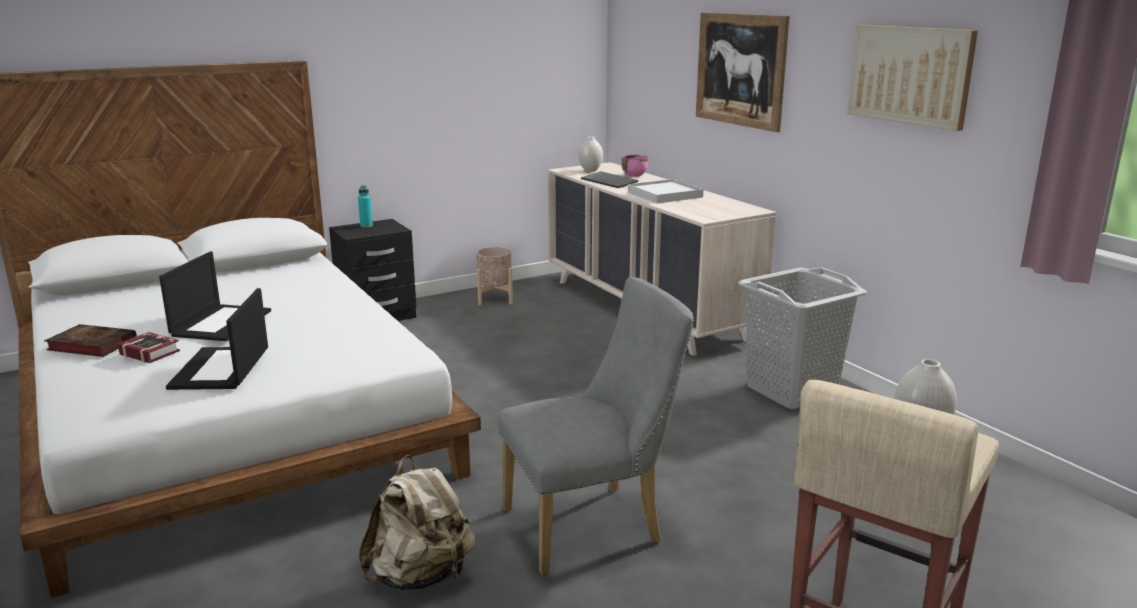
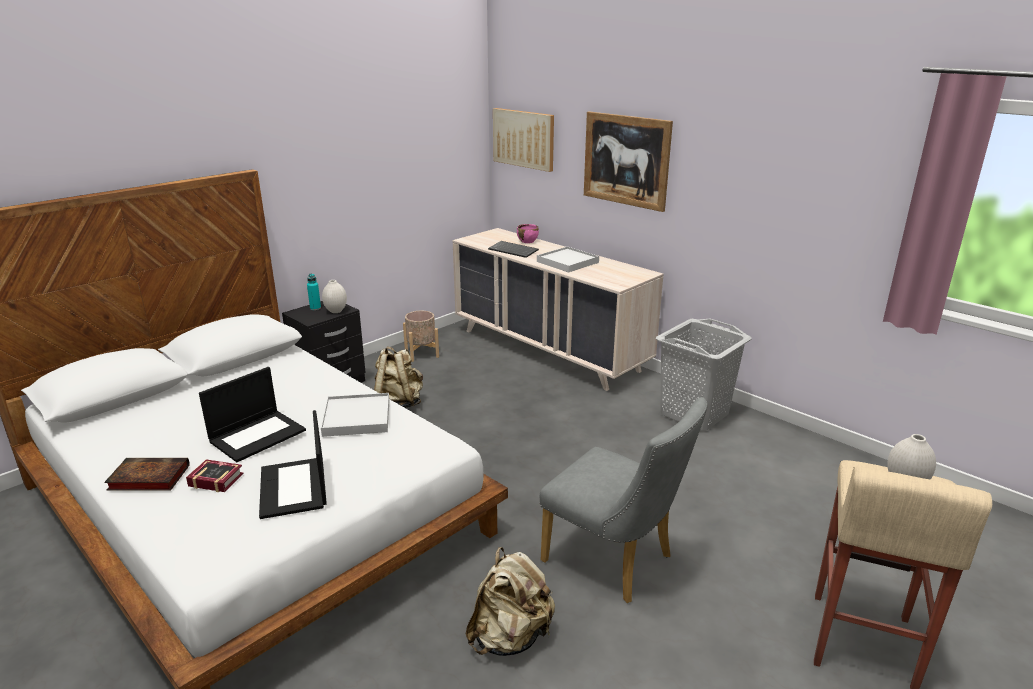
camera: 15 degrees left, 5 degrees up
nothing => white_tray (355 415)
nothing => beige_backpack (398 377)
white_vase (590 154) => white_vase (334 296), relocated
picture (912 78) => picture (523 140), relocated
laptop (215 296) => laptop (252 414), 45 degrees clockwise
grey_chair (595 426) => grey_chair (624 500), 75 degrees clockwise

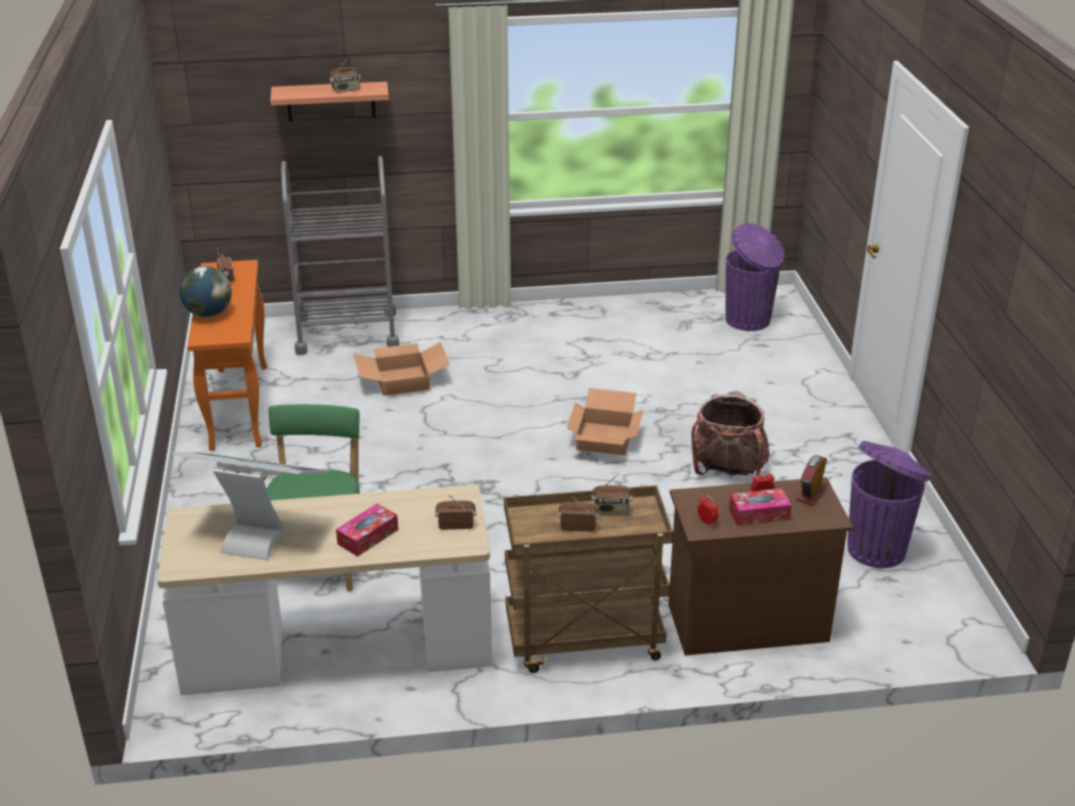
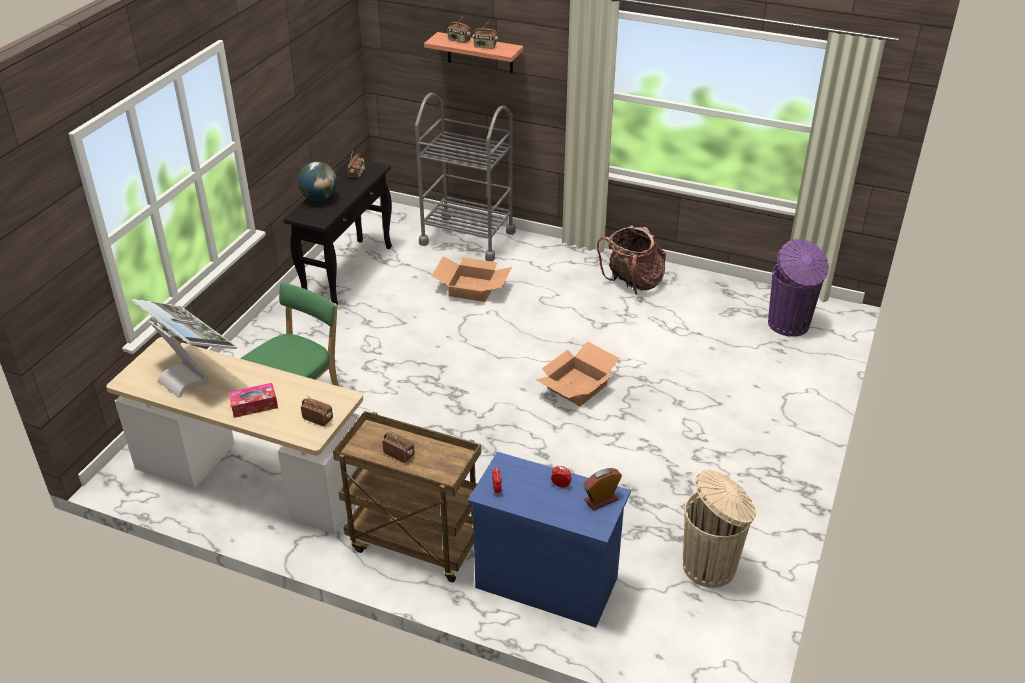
camera: 30 degrees right, 5 degrees up
tissue_box (760 507) => nothing
radio (612 494) => radio (459 29), relocated
backpack (730 434) => backpack (631 259), relocated
orange_console_table (227 355) => black_console_table (337 231)
brown_dresser (760 566) => blue_dresser (549 540)
purple_trash_can (889 504) => beige_trash_can (719 528)

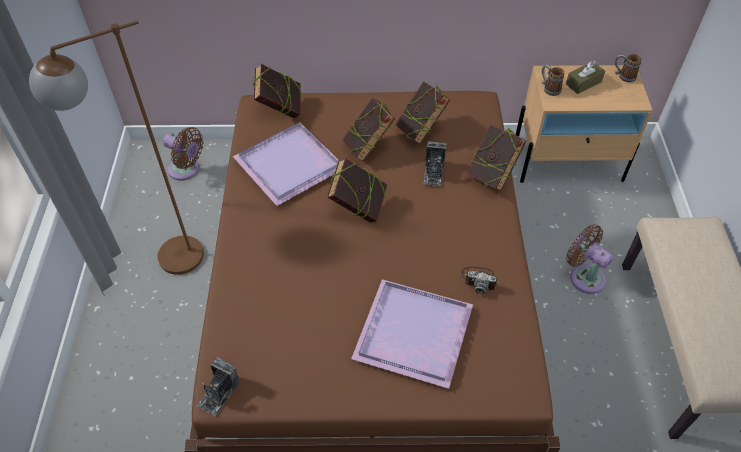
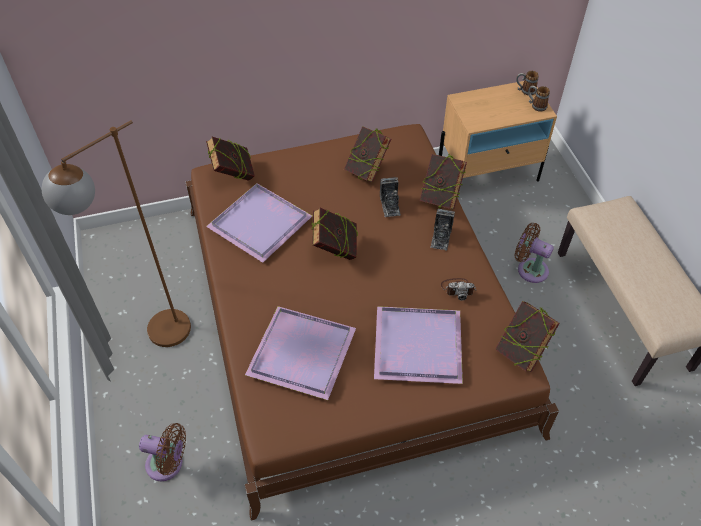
camera: 15 degrees left, 0 degrees up
brown_tissue_box (585 77) => nothing
nothing => purple_tray (300 353)
brown_fan (183 154) => brown_fan (162 452), relocated
photo_camera (218 386) => photo_camera (442 229), relocated
book (368 130) => book (527 336), relocated
mug (553 80) => mug (539 99), relocated

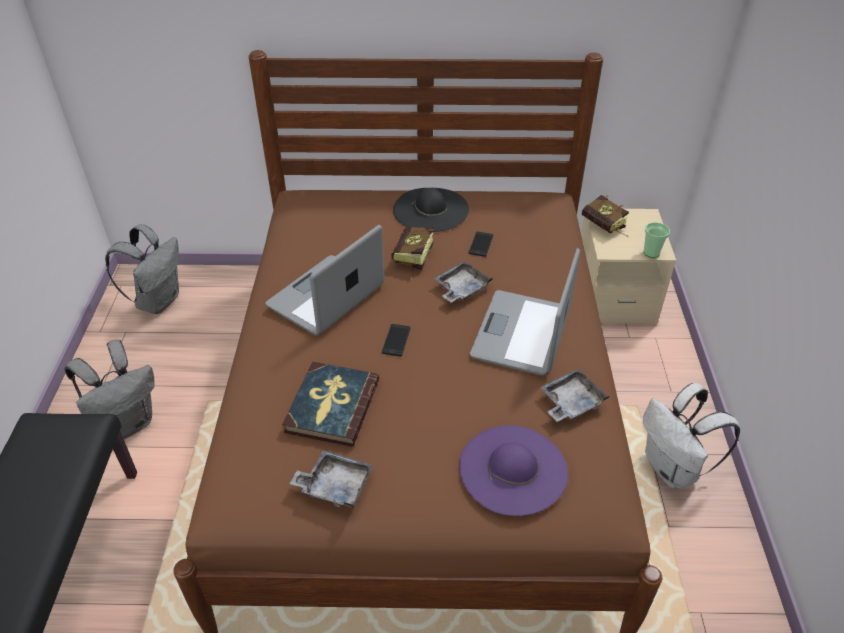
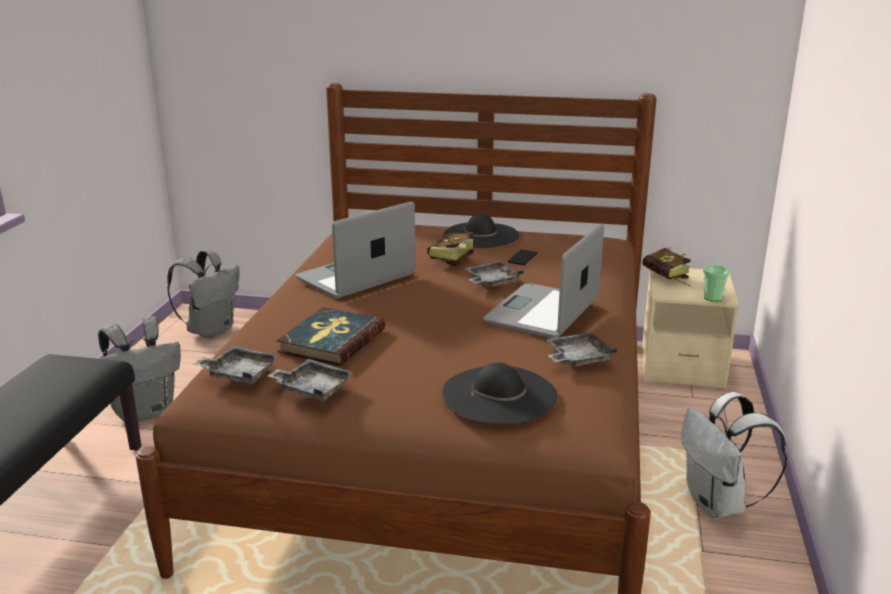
camera: 10 degrees right, 20 degrees down
phone (396 340) => nothing
nothing => grey_tray (236 365)
purple_hat (513 470) => black_hat (499 393)

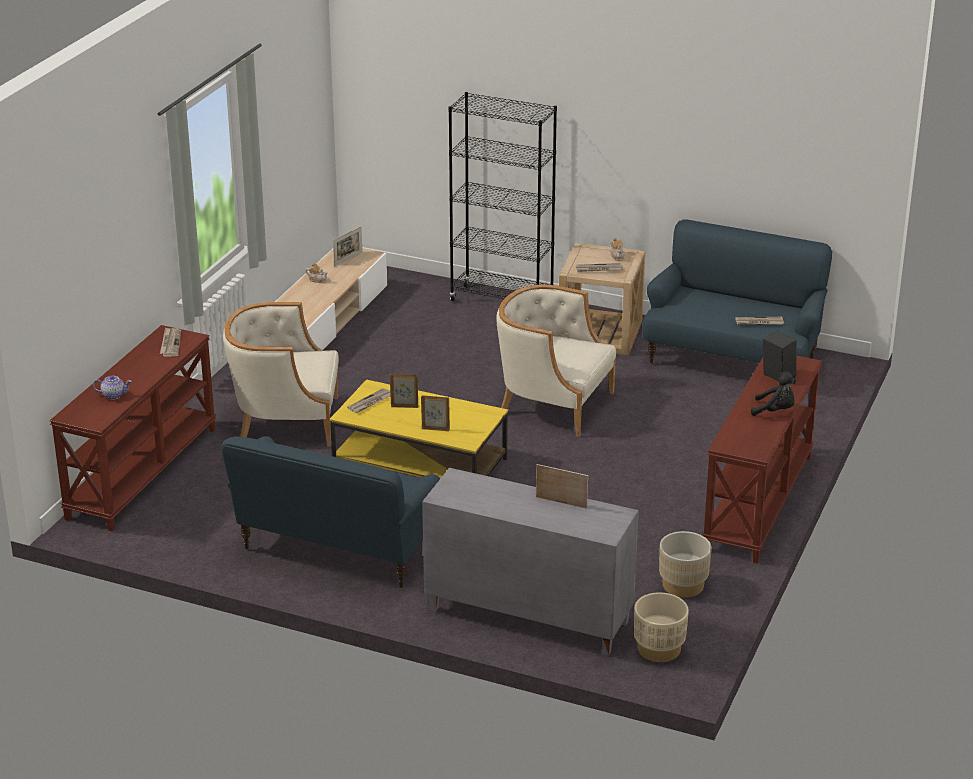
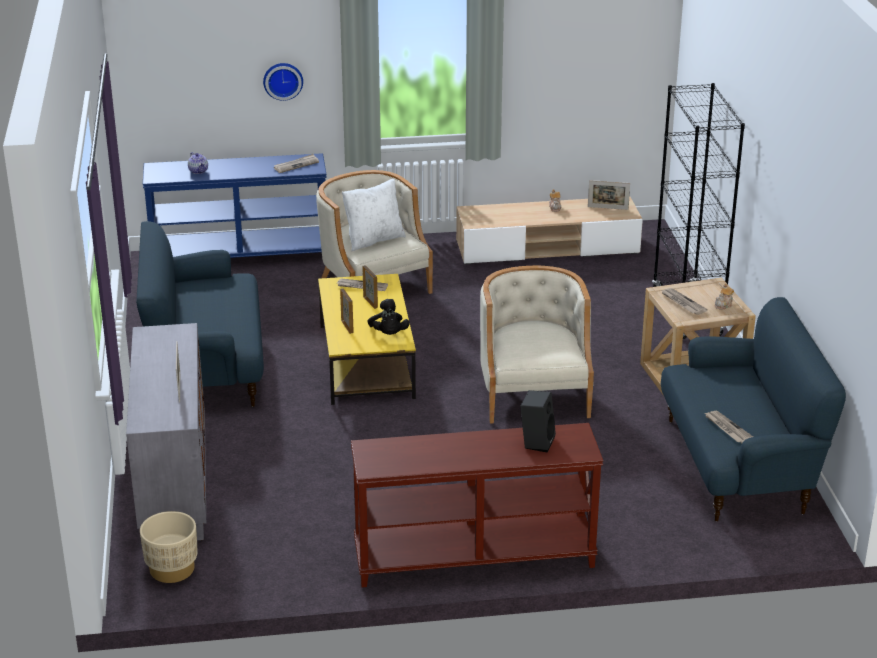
camera: 60 degrees right, 0 degrees up
beige_planter (685 564) => nothing
nothing => wall_clock (283 82)
nothing => white_pillow (374 215)
black_plush_toy (773 393) => black_plush_toy (388 317), relocated
brown_console_table (133 428) => blue_console_table (235 205)

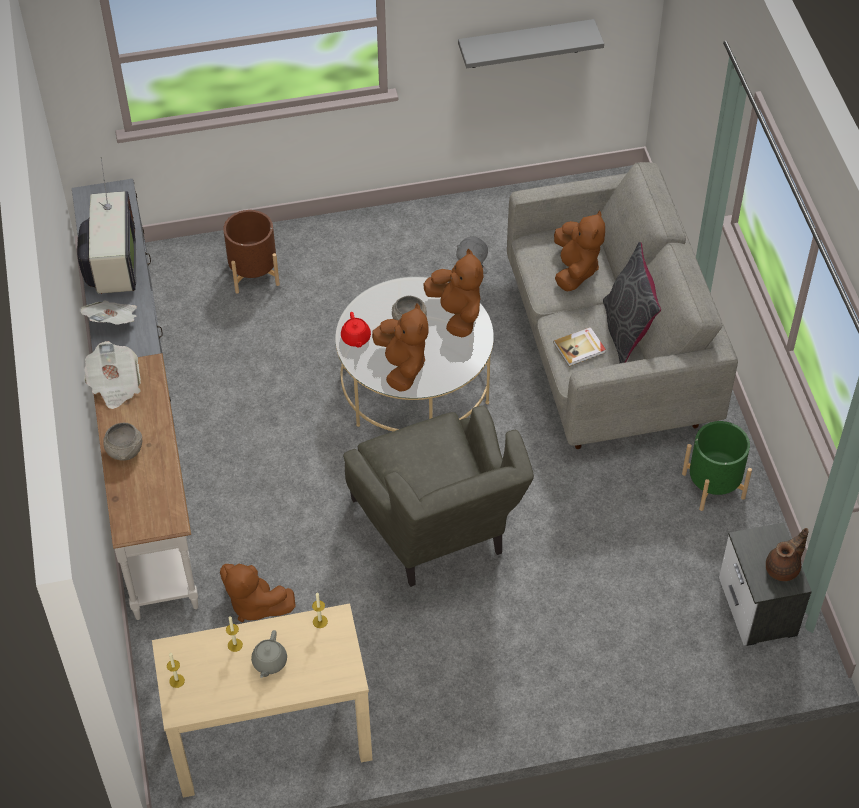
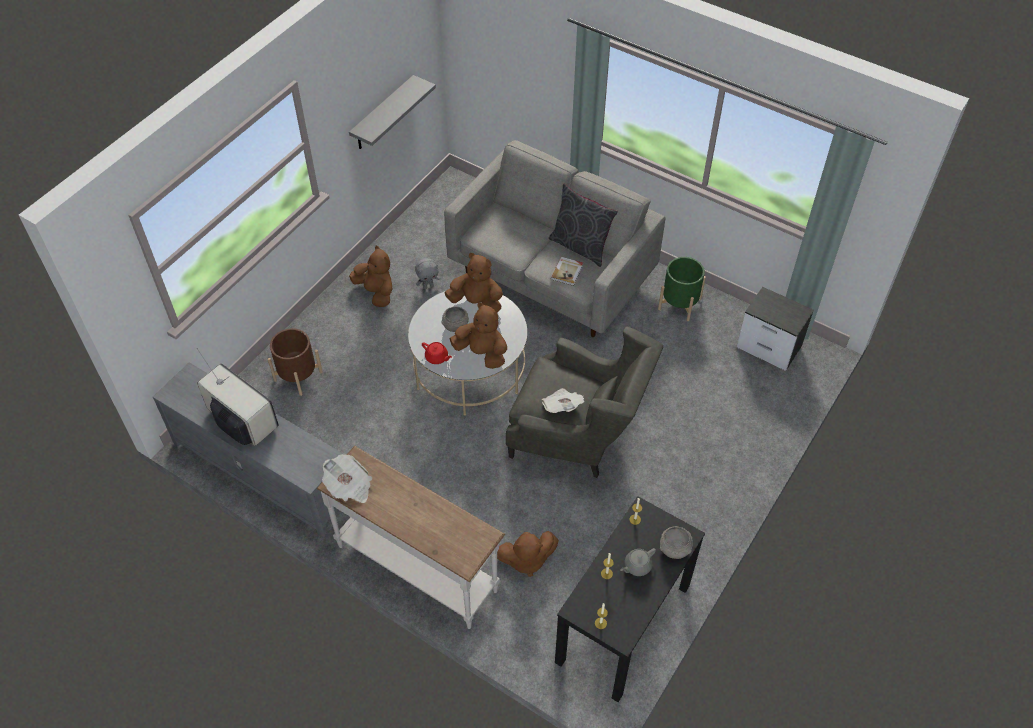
camera: 45 degrees left, 0 degrees up
brown_teapot (787 554) => nothing
newspaper (109 312) => newspaper (563 400), relocated
grey_bowl (122 441) => grey_bowl (676 542), relocated
brown_plush_toy (579 250) => brown_plush_toy (370 276), relocated
beige_console_table (262 700) => black_console_table (630 599)
grey_teapot (269 654) => grey_teapot (638 562), 90 degrees clockwise

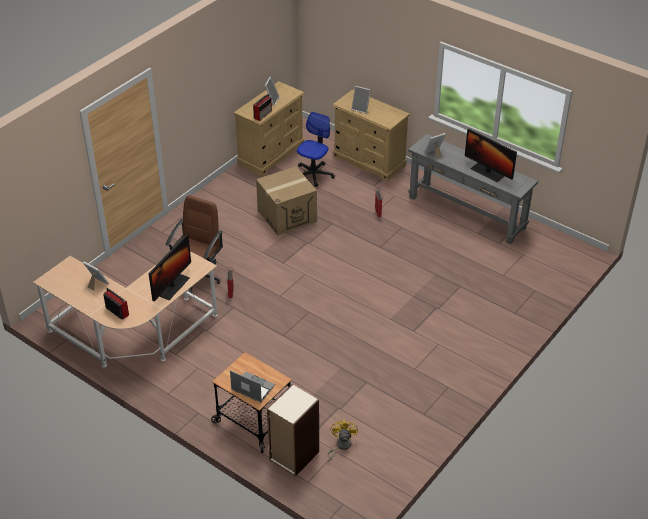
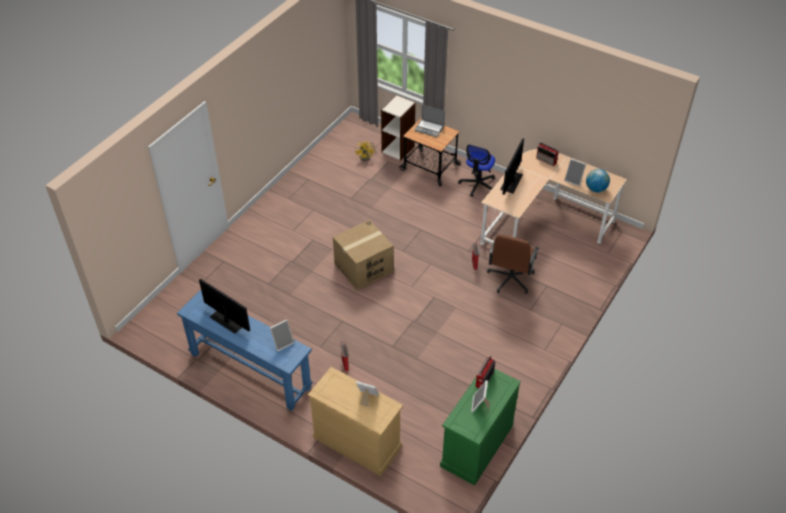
camera: 175 degrees right, 5 degrees up
nothing => globe (598 180)
cardboard_box (286 201) => cardboard_box (363 255), relocated
office_chair (316 149) => office_chair (476 170), relocated
beige_dresser (269 128) => green_dresser (480 427)
grey_console_table (473 189) => blue_console_table (244 350)

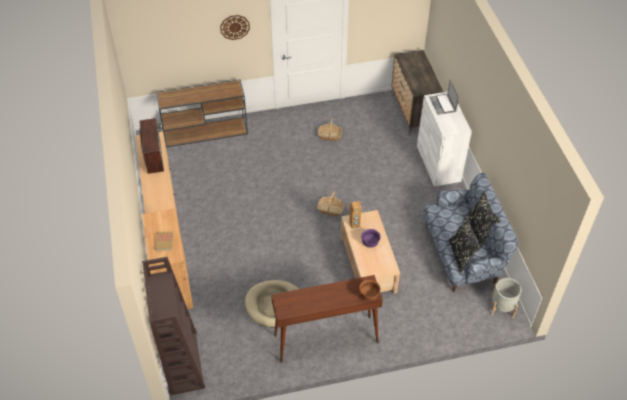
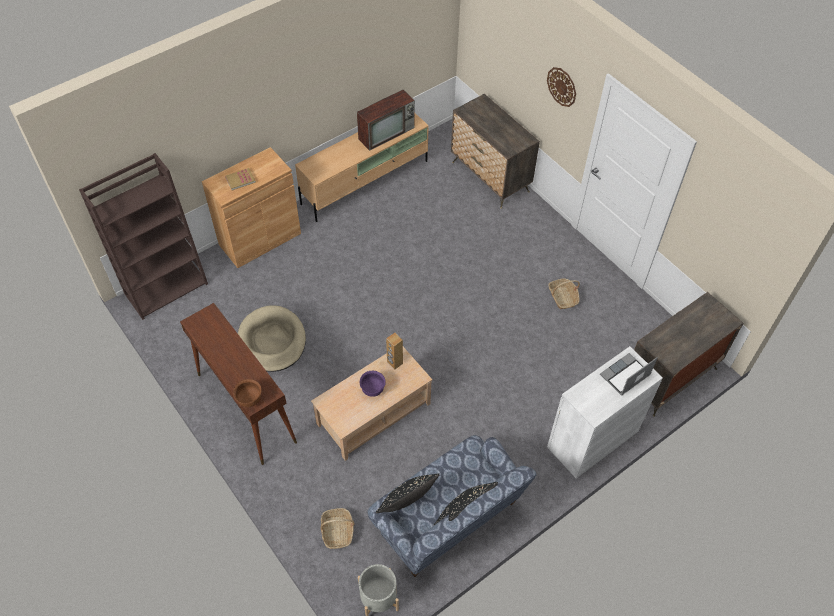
camera: 65 degrees right, 5 degrees up
basket (330 204) => basket (338 528), relocated
brown_console_table (202 113) => dresser (495 151)

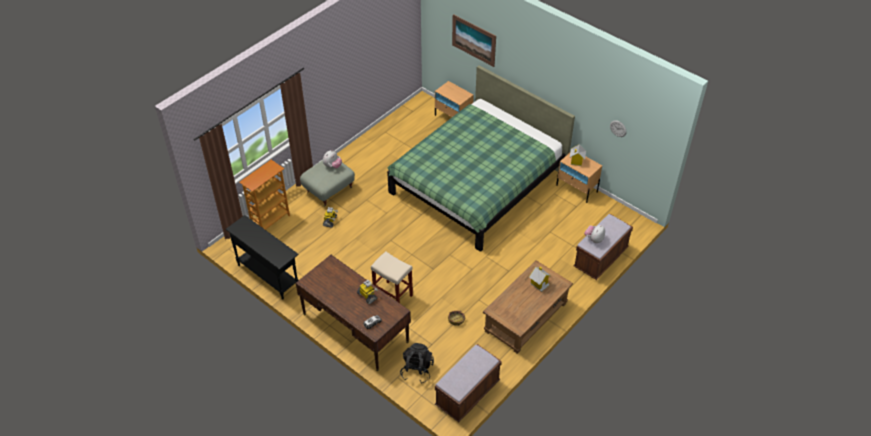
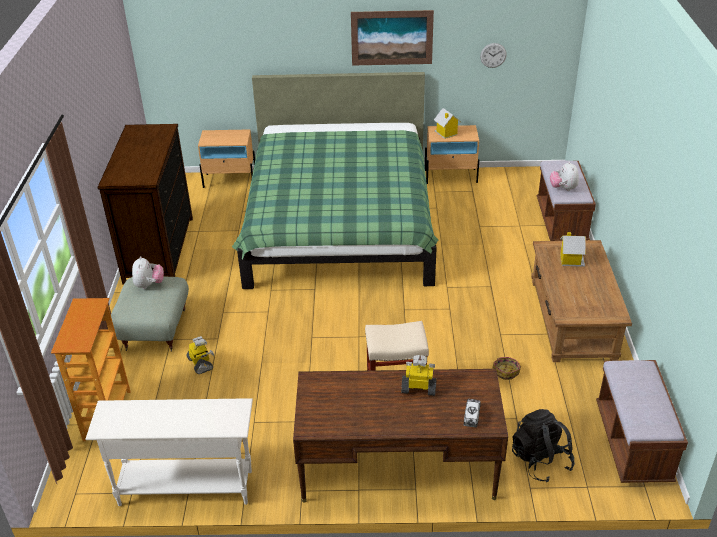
camera: 40 degrees left, 10 degrees down
nothing => dresser (145 204)
picture (474 40) => picture (392 38), relocated
black_console_table (262 257) => white_console_table (169 452)

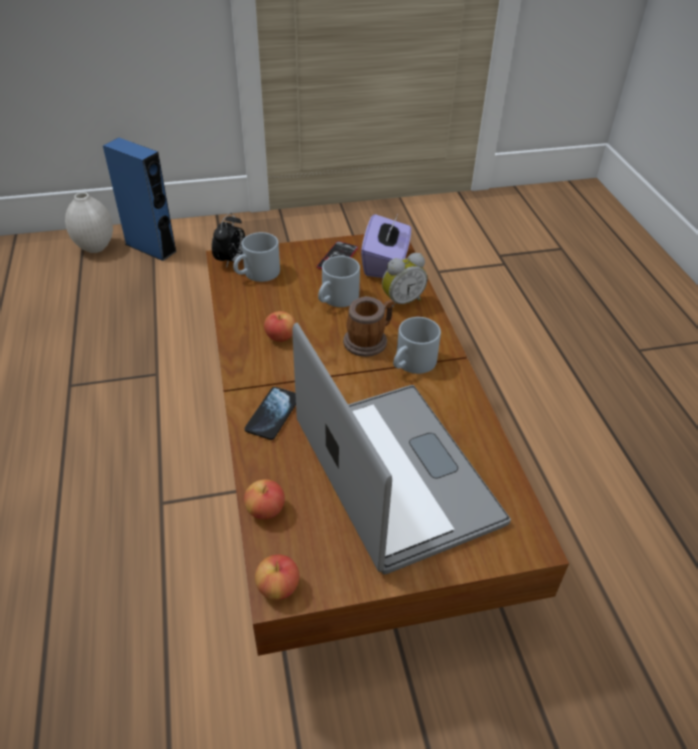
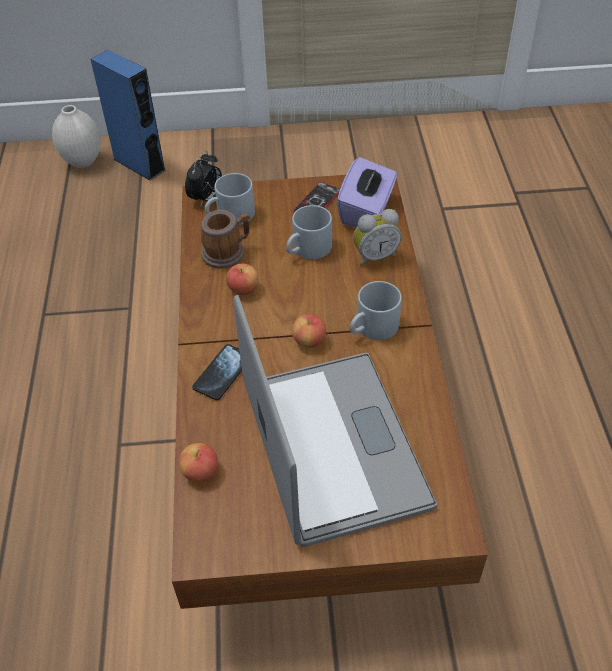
camera: 10 degrees right, 5 degrees up
apple (277 577) => apple (309 331), relocated
mug (369 326) => mug (225 238), relocated

